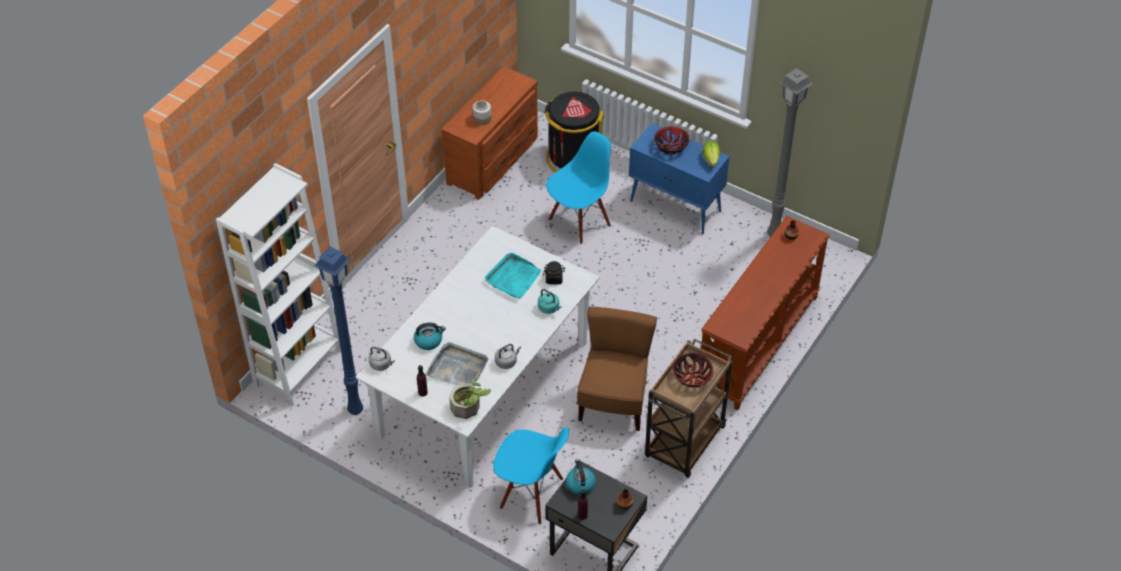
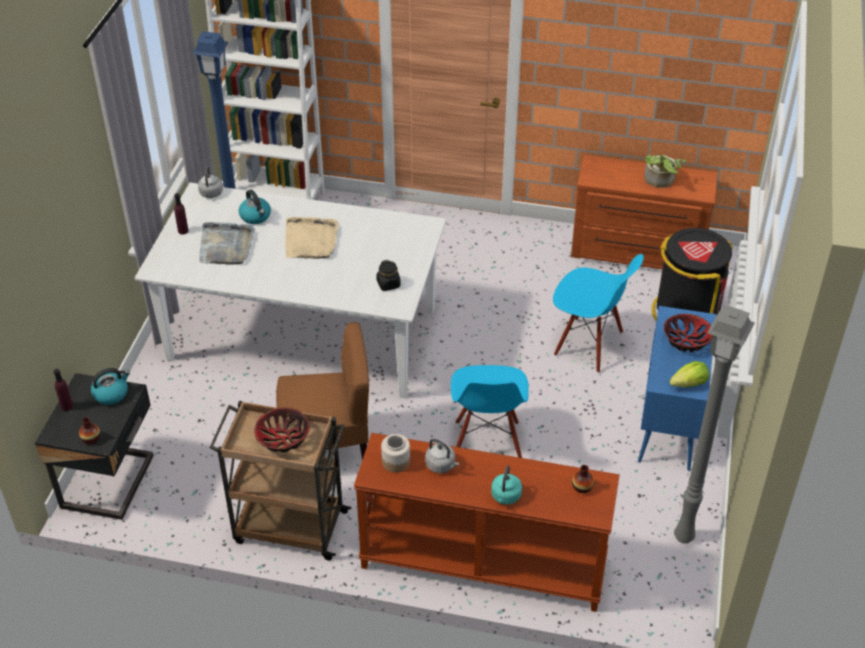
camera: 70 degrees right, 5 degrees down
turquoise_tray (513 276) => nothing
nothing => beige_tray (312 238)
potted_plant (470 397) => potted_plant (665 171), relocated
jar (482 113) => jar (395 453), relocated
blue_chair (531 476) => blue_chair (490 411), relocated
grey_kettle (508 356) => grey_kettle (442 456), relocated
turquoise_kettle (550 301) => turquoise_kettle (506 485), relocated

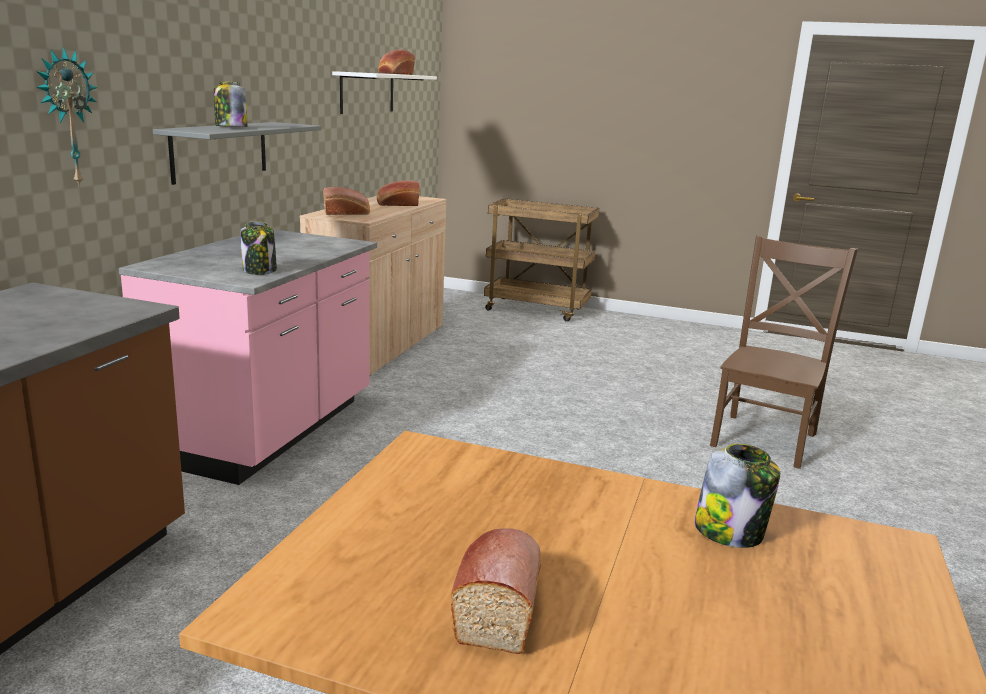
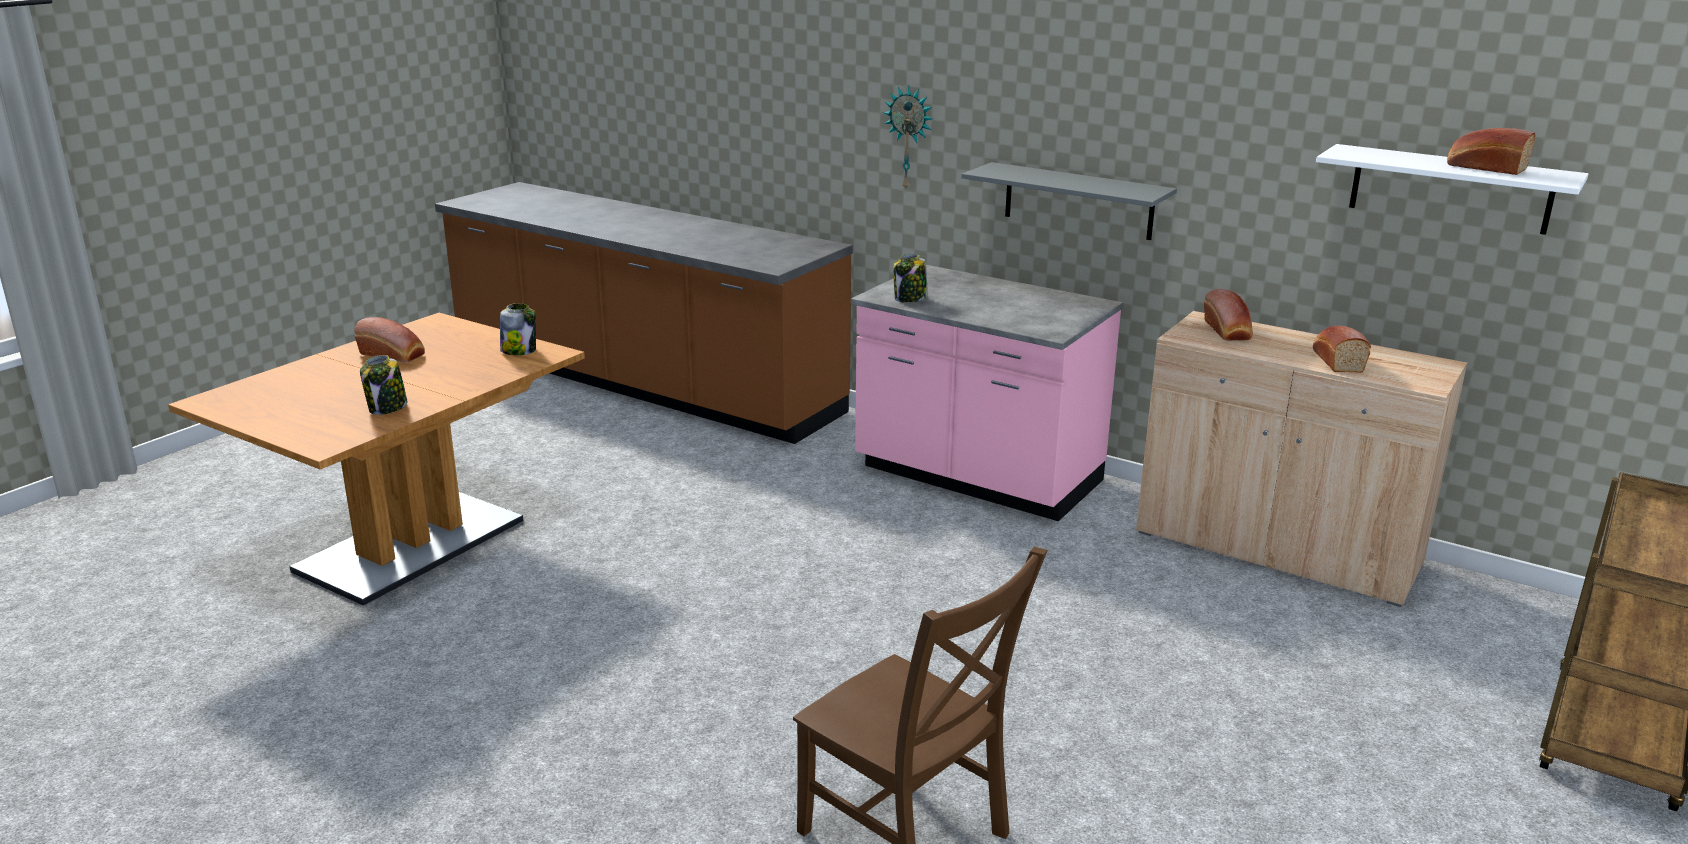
camera: 105 degrees right, 5 degrees up
jar (230 104) => jar (518 329), relocated

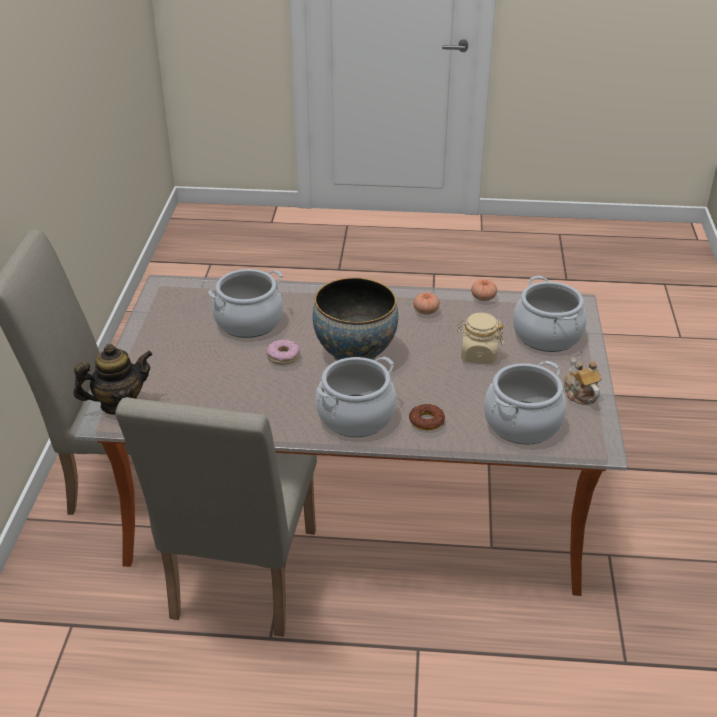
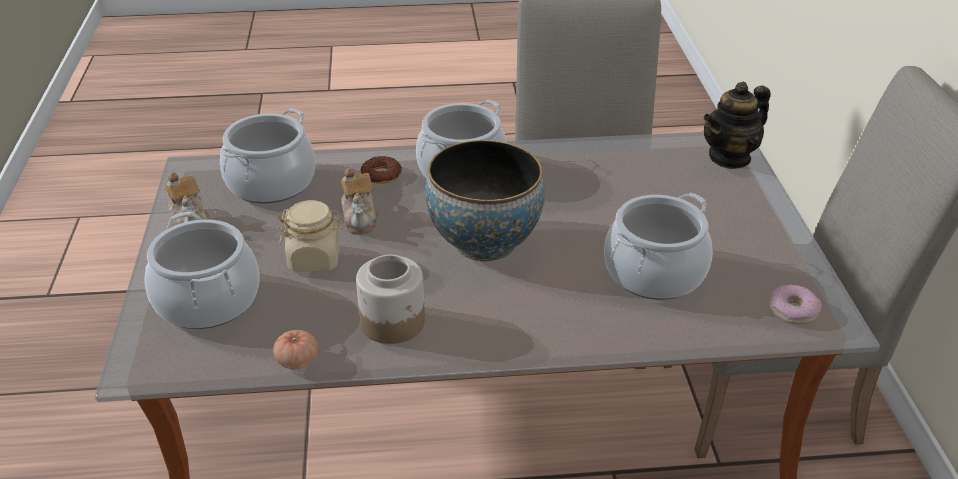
camera: 170 degrees right, 0 degrees up
nothing => teapot (359 201)
donut (283 352) => donut (795 304), relocated
tomato (426 303) => jar (390 299)

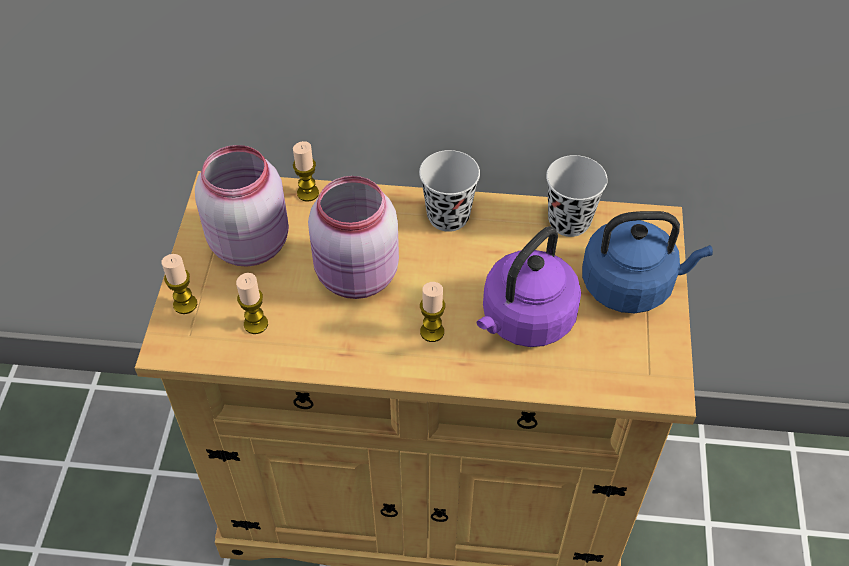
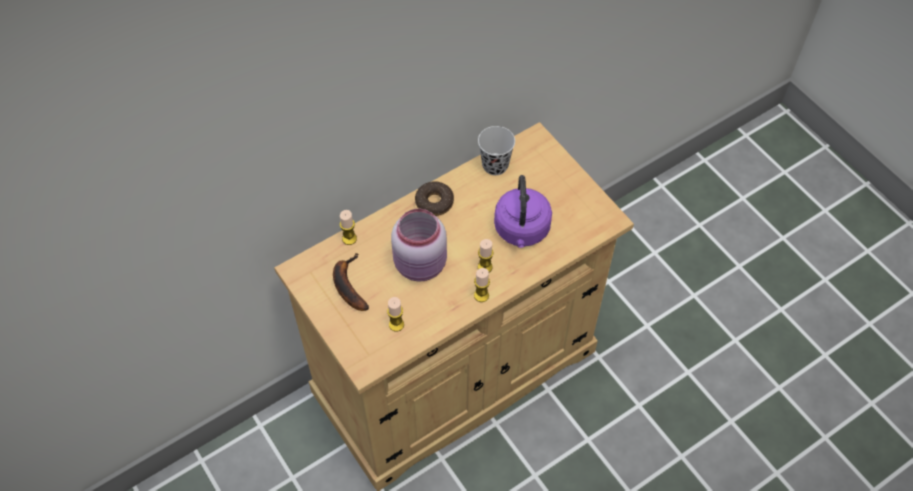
camera: 40 degrees left, 5 degrees up
blue_kettle (647 262) => nothing
candle (179 284) => candle (482 285), relocated
pink_jar (242 206) => banana (351 282)
black_cup (449 191) => donut (434 198)

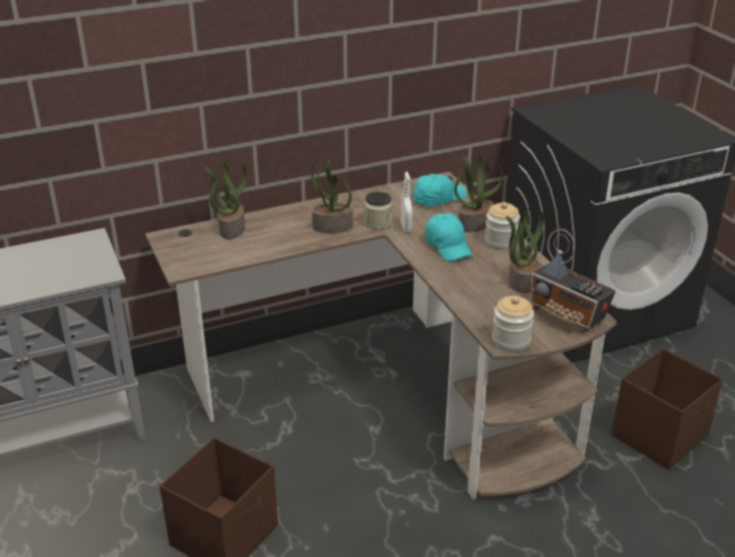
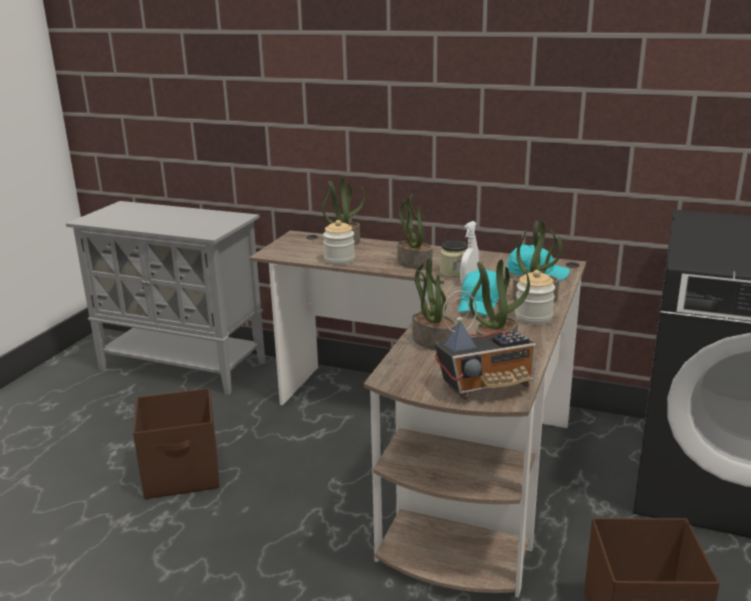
camera: 45 degrees right, 10 degrees down
nothing => potted_plant (434 302)
jar (513 323) => jar (339 242), relocated
radio (572 281) => radio (485 345), 105 degrees counterclockwise

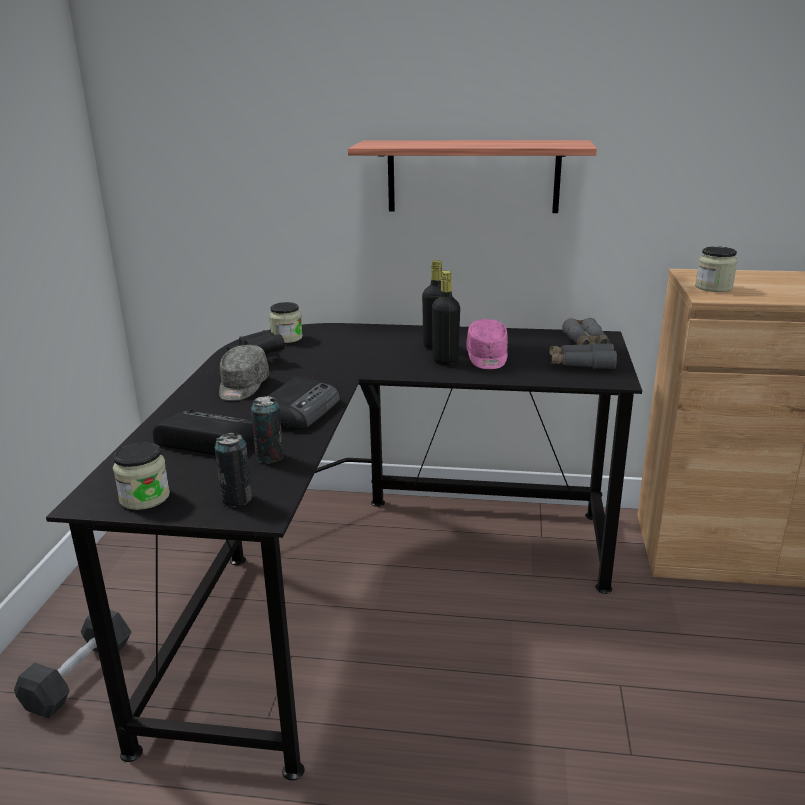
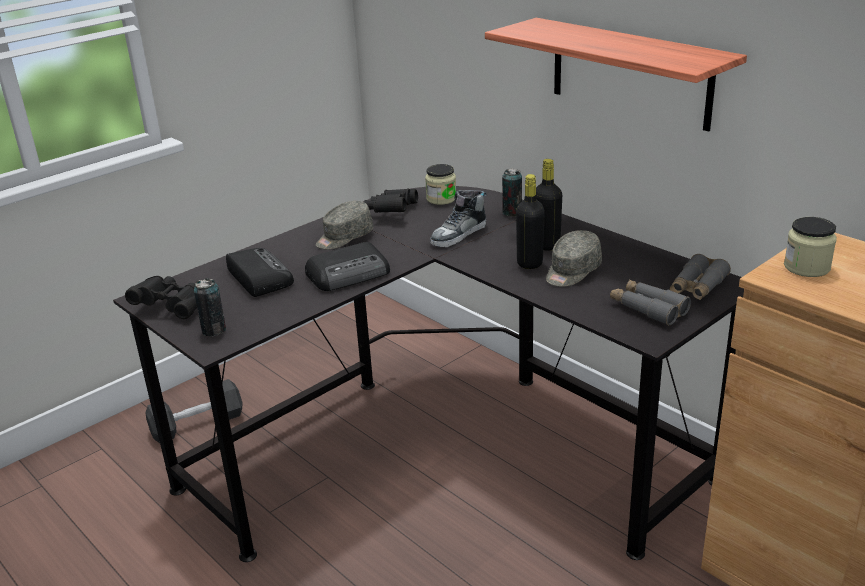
camera: 40 degrees right, 5 degrees up
nothing => shoe (458 218)
can (267 429) => can (512 192), relocated
jar (141 476) => black_binoculars (161 297)
pink_cap (487 344) => grey_cap (574 258)

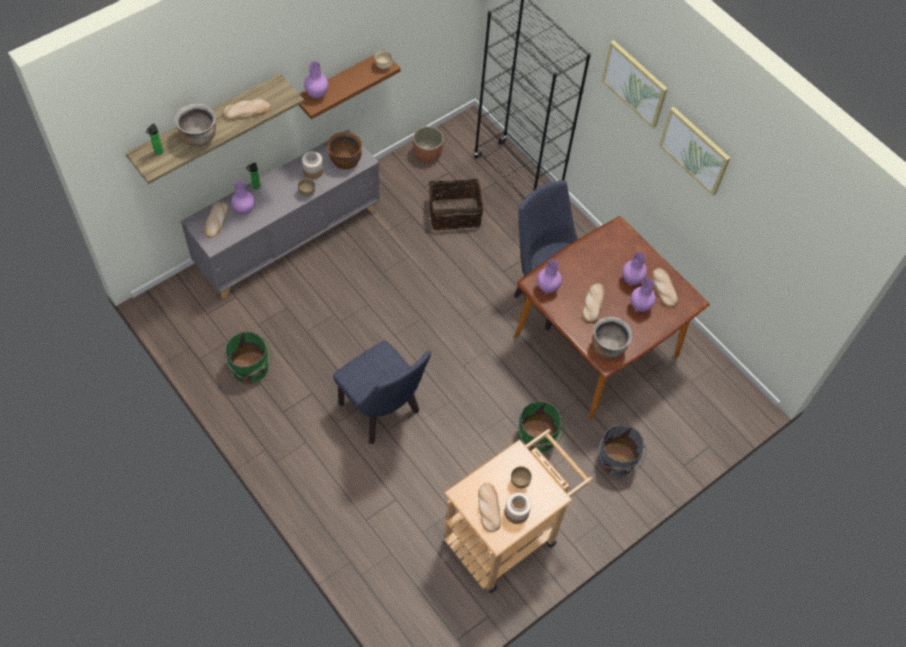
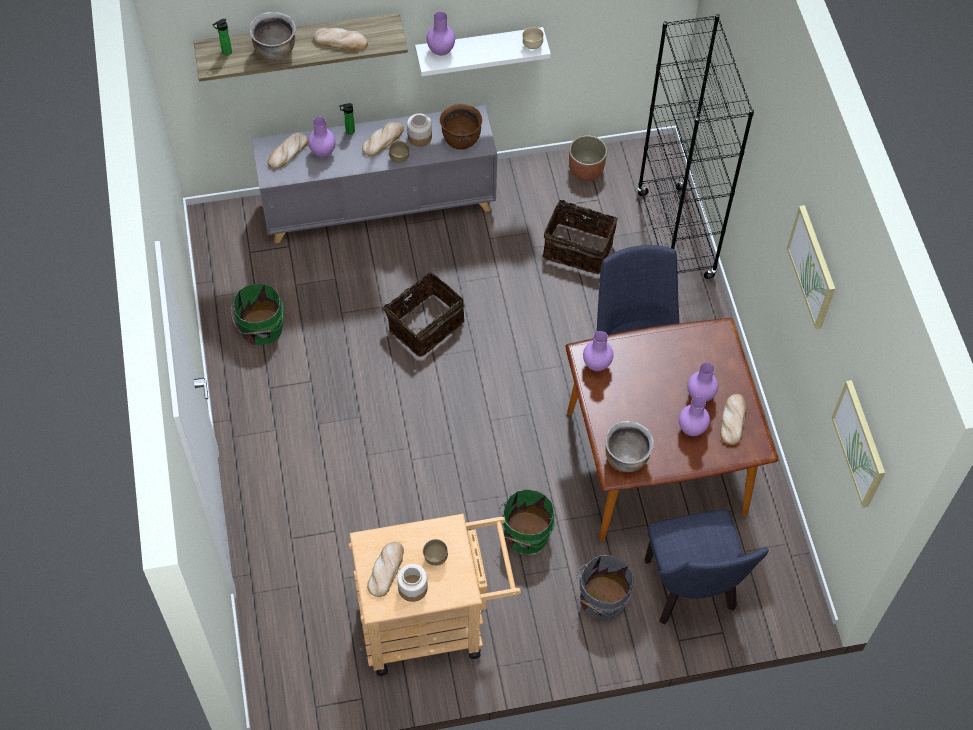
camera: 30 degrees right, 0 degrees up
nothing => basket (421 314)
blue_chair (382 392) => blue_chair (707 566), relocated
bread (593 302) => bread (383 139), relocated
picture (635 84) => picture (858 444), relocated
brown_shelf (350 84) => white_shelf (483 51)

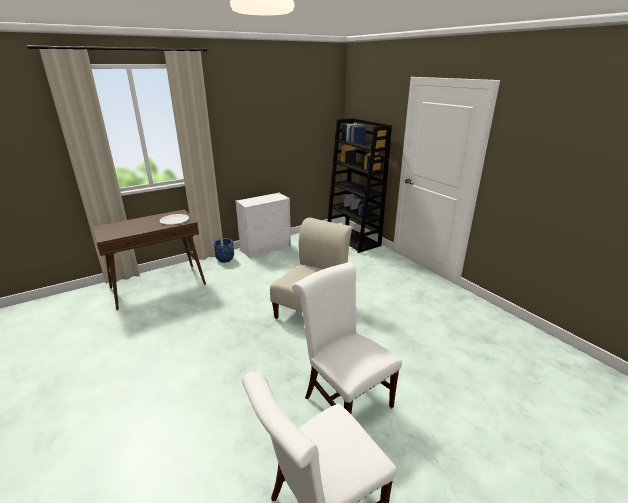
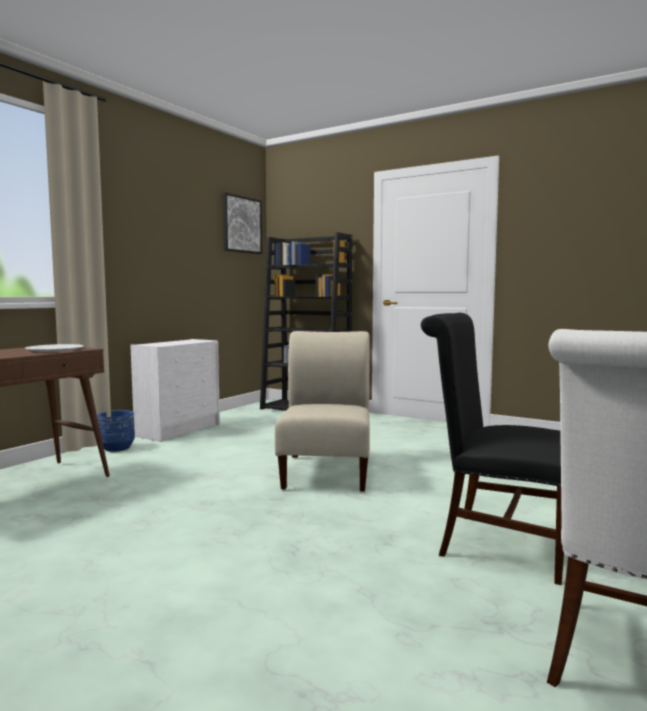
camera: 25 degrees left, 20 degrees down
nothing => picture (242 223)
white_chair (347 338) => black_chair (492 449)

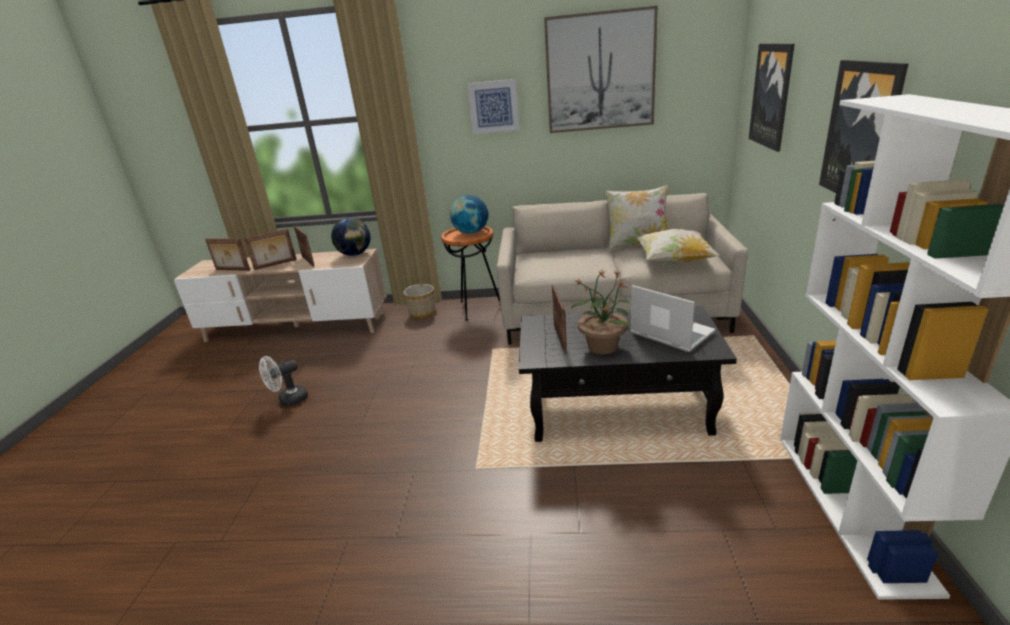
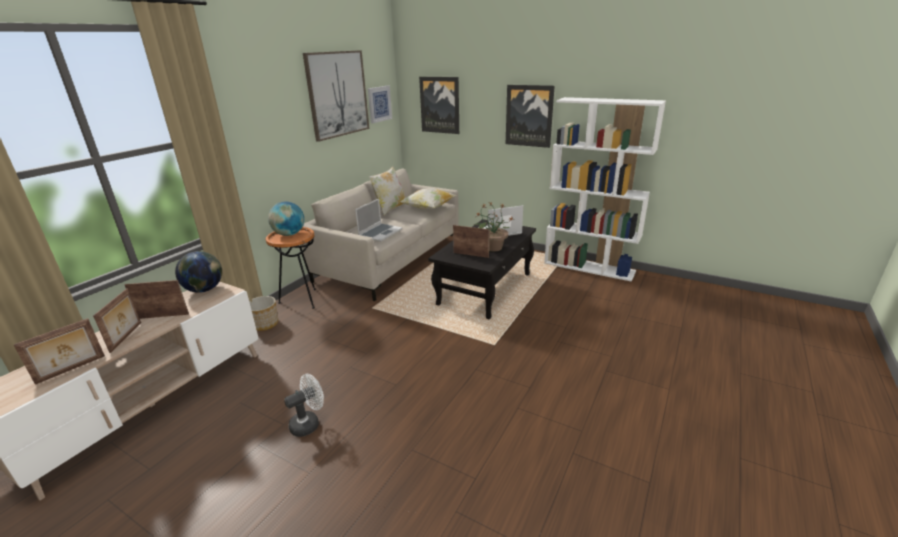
camera: 65 degrees left, 0 degrees up
nothing => laptop (378 220)
picture (493 106) => picture (380 104), relocated
white_fan (283 381) => white_fan (304 405), 120 degrees counterclockwise

